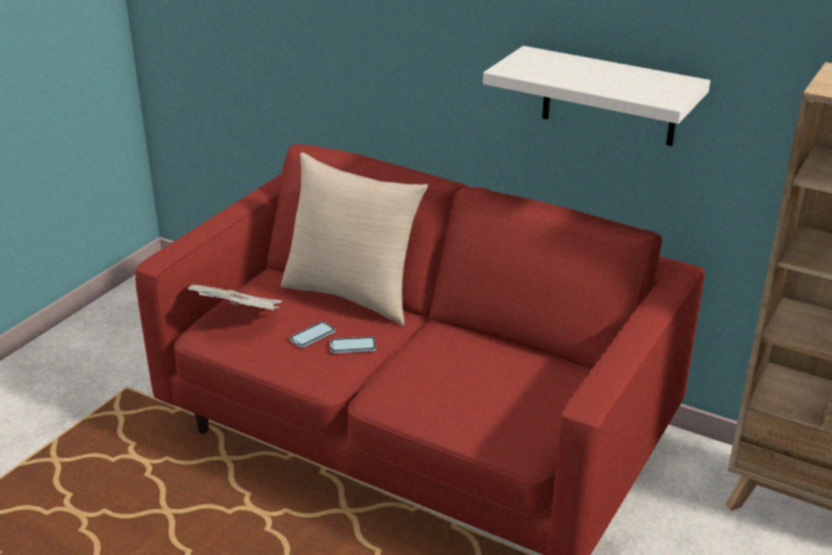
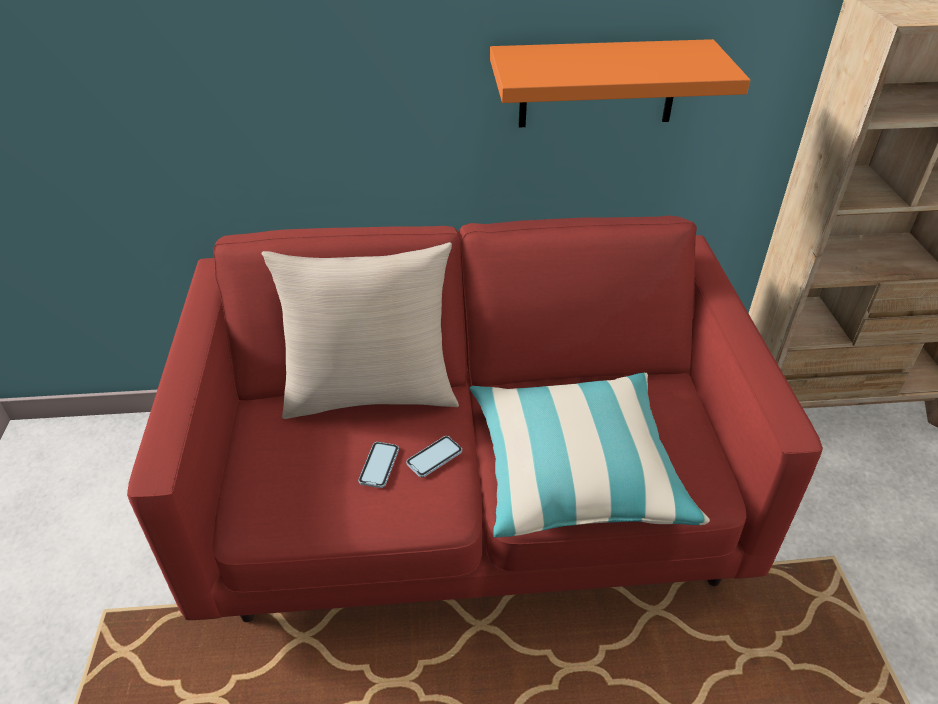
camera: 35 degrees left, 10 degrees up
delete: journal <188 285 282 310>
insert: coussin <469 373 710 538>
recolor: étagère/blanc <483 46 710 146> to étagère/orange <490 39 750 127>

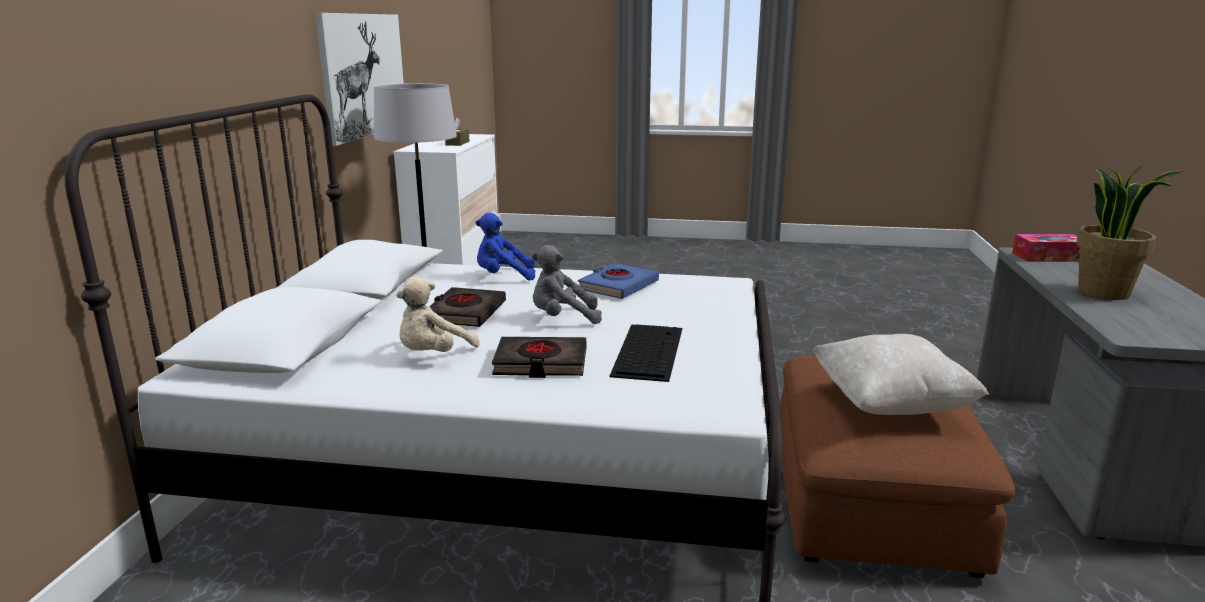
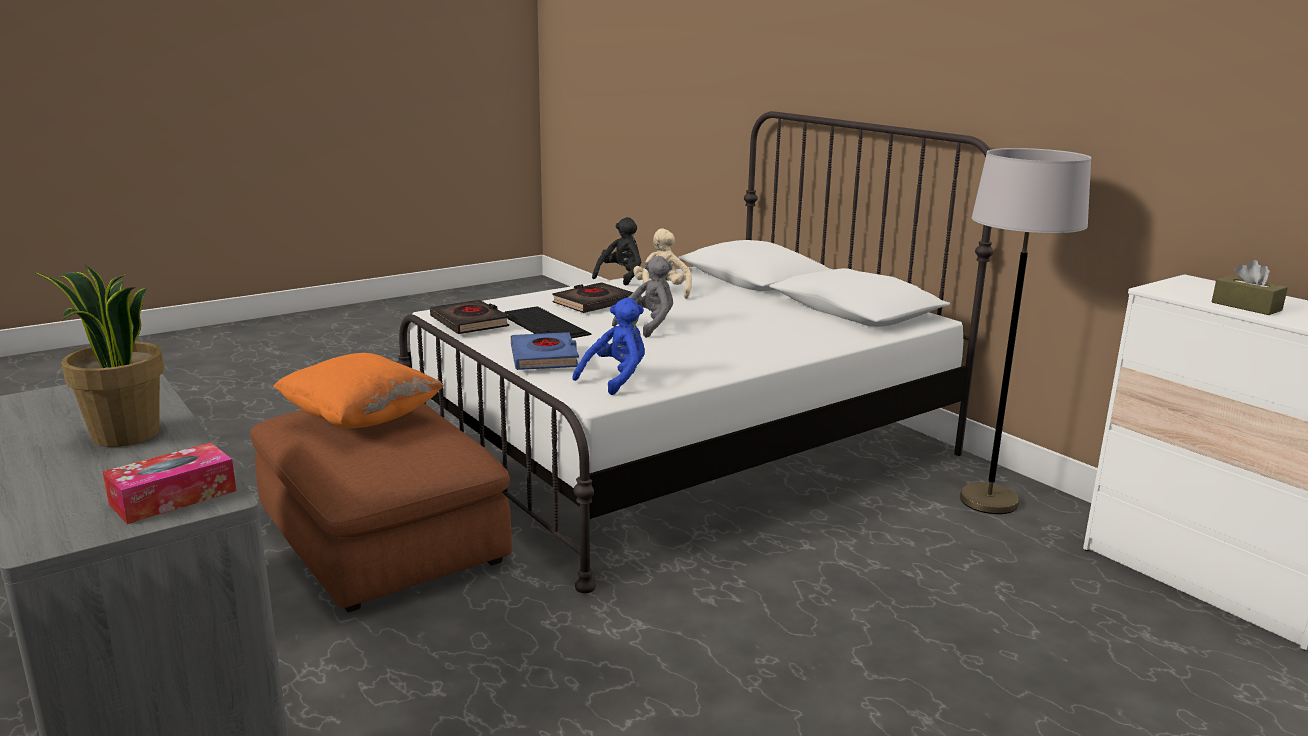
camera: 135 degrees right, 0 degrees up
delete: tableau <315 13 404 146>
insert: peluche/noir <592 217 641 286>
move: livre/noir <429 287 506 327> to <430 300 509 334>; livre/bleu <578 263 659 299> to <511 332 579 370>; peluche/bleu <476 213 535 281> to <573 298 645 395>
recolor: coussin/beige <813 334 989 415> to coussin/orange <273 353 444 428>

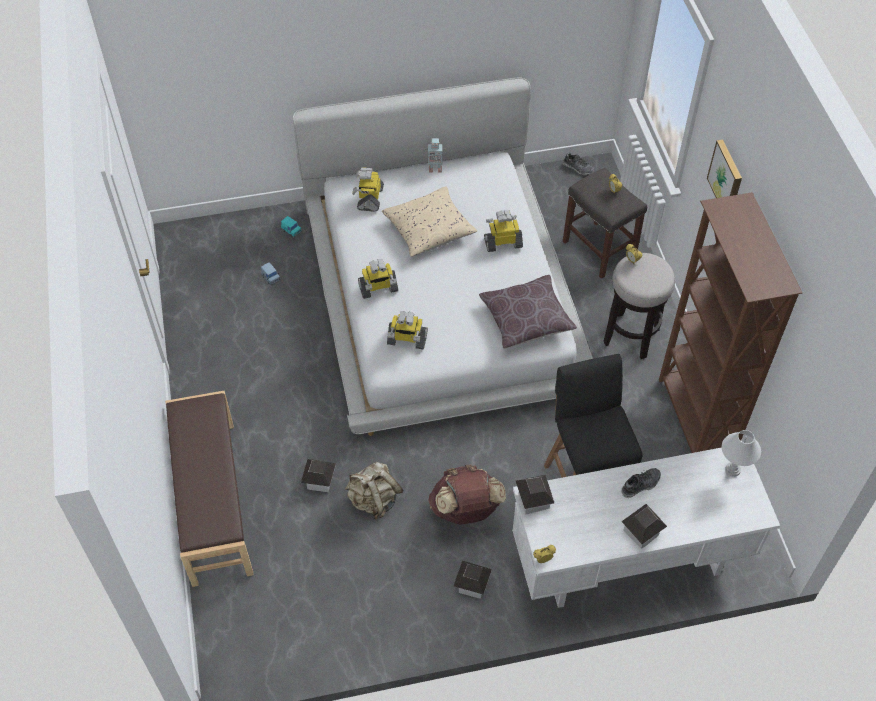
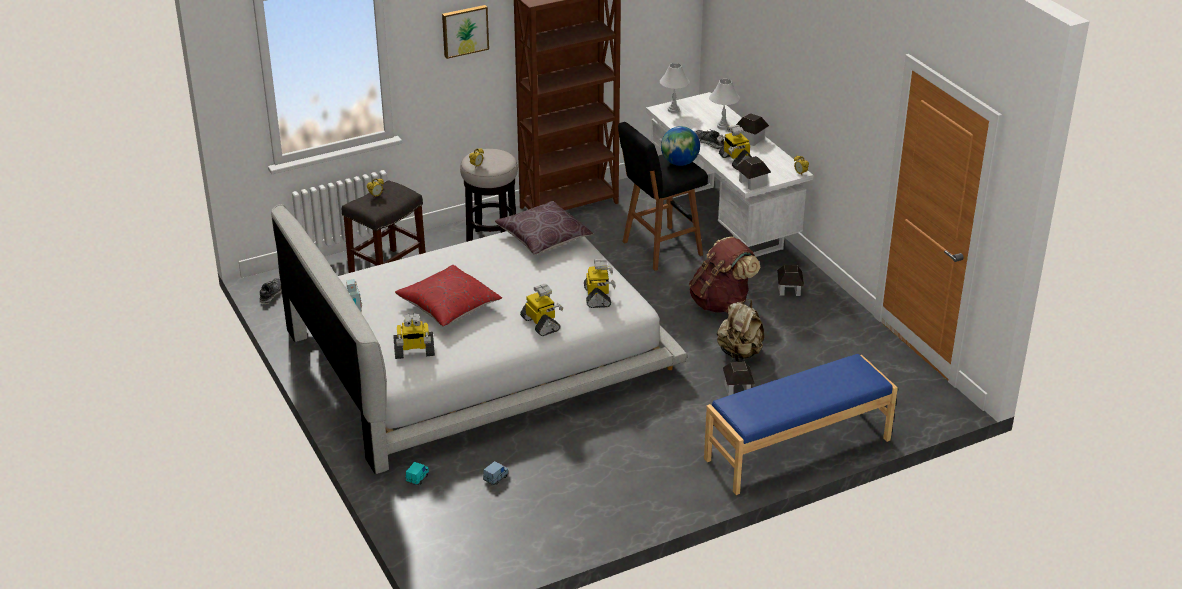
camera: 105 degrees left, 20 degrees down
insert: globe <661 126 700 166>; lampe de table/blanc <709 79 740 130>
move: robot jouet <484 210 523 252> to <717 125 752 170>
recolor: coussin/beige <382 187 477 257> to coussin/rouge <395 265 502 327>; banc/marron <165 391 254 587> to banc/bleu <704 354 898 495>

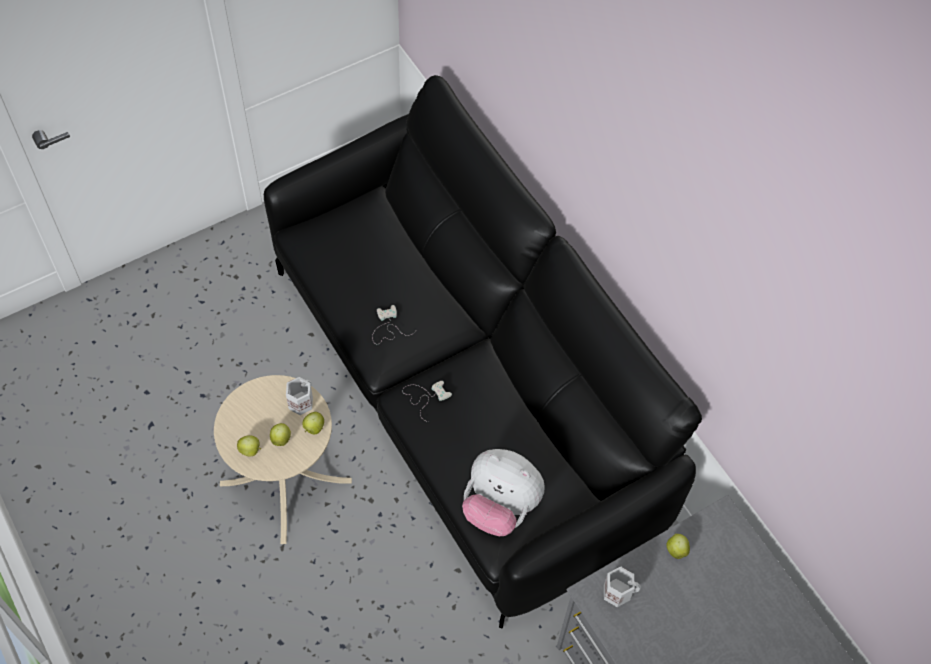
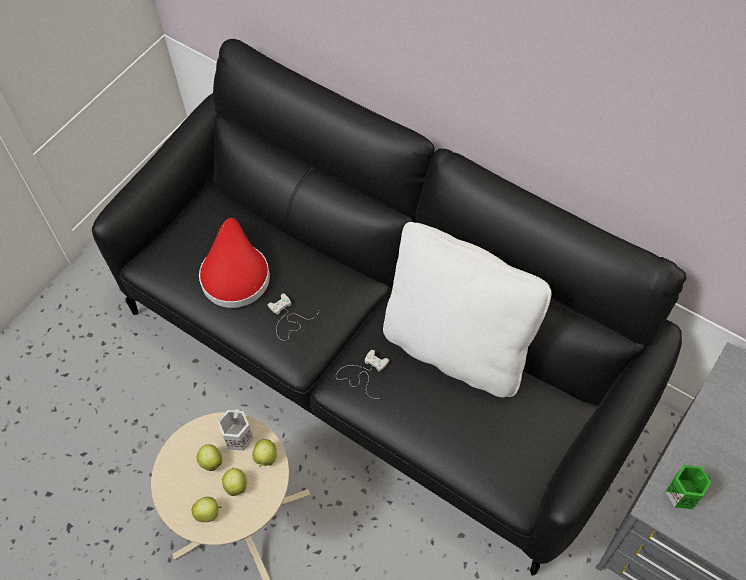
camera: 20 degrees left, 0 degrees up
delete: peluche <462 449 545 536>
insert: chapeau/rouge <199 218 270 308>; coussin/blanc <383 222 552 397>
move: pomme <667 534 690 559> to <197 444 222 471>
recolor: mug/blanc <604 566 641 607> to mug/vert <666 465 712 509>

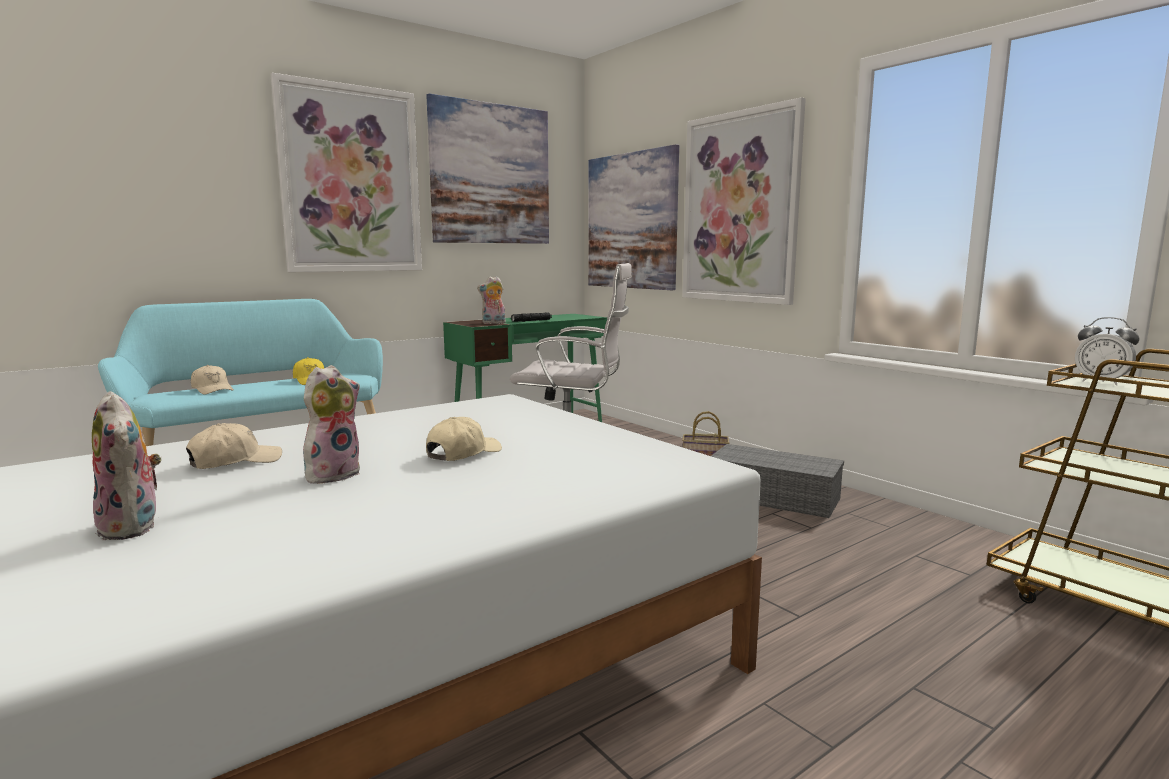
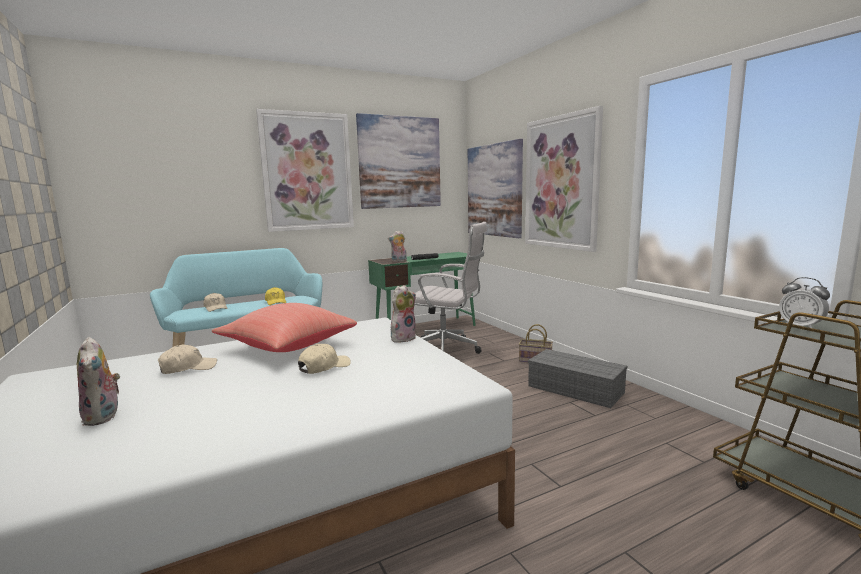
camera: 10 degrees right, 0 degrees up
insert: coussin/rouge <212 303 357 352>
move: peluche <303 365 360 484> to <391 285 416 343>

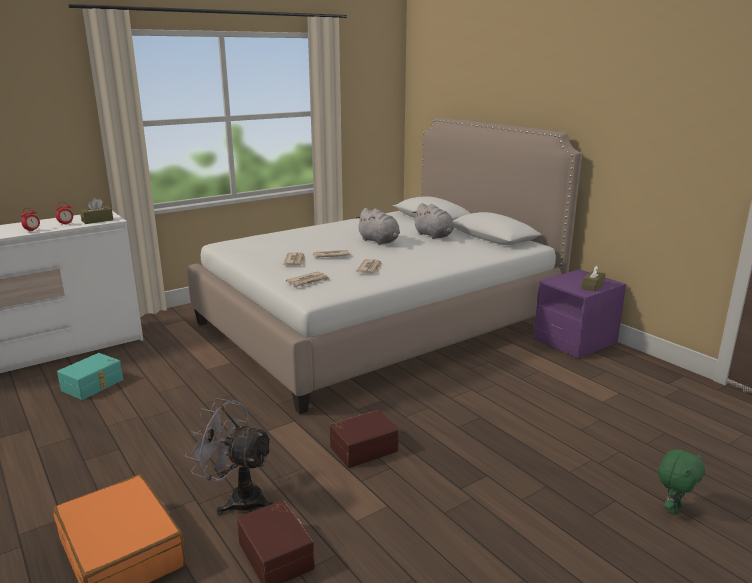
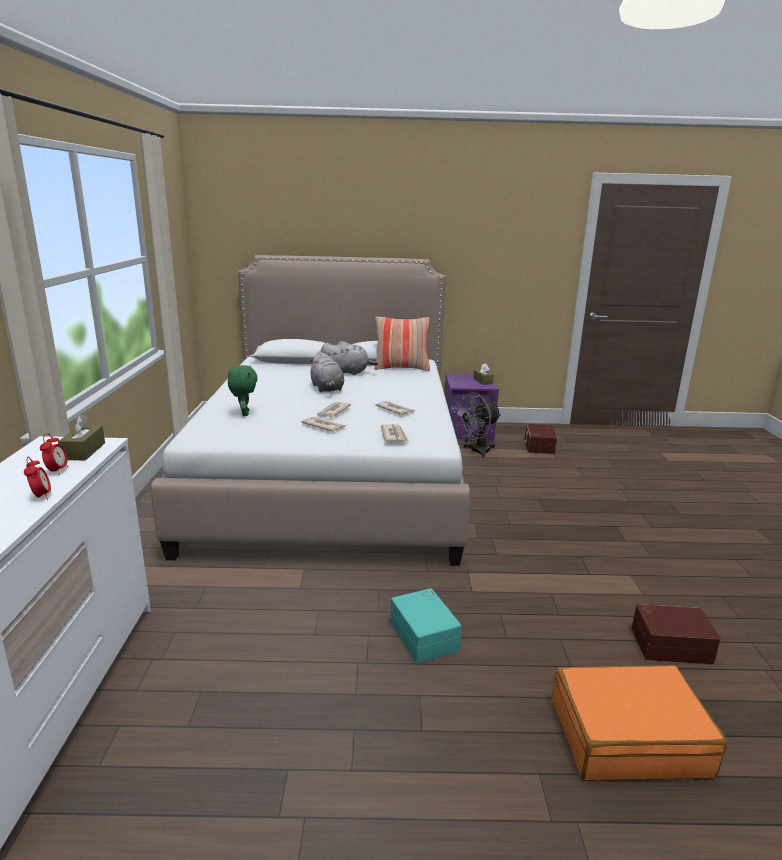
camera: 55 degrees left, 0 degrees up
insert: coussin <374 316 430 371>
move: peluche/vert <658 449 705 514> to <228 365 257 416>; boîte de rangement/turquoise <57 353 123 400> to <390 588 461 663>; ventilateur/gris <185 398 273 515> to <454 393 501 458>; boîte de rangement/marron <330 410 399 468> to <524 424 557 454>
rotate: peluche/gris <357 208 400 245> = <309 351 344 392> 75 degrees clockwise

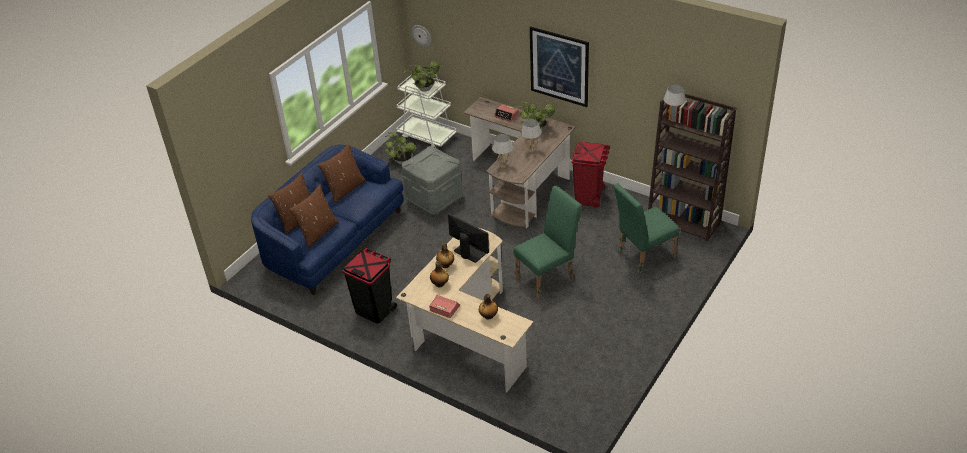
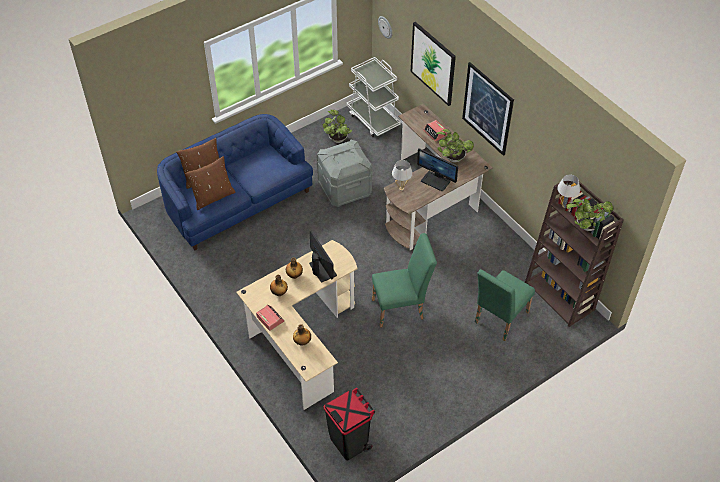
camera: 20 degrees right, 10 degrees up
delete: coussin/marron <318 144 366 203>; poubelle/rouge <572 142 610 208>
insert: tableau <411 22 456 106>
move: poubelle/noir <343 248 397 324> to <323 388 375 460>; plante en pot <403 61 440 91> to <567 198 613 231>
replace: lampe de table/blanc <521 119 541 153> to écran d'ordinateur <417 148 458 191>
rotate: chaise/vert <614 183 679 274> = <475 269 535 341> 45 degrees counterclockwise

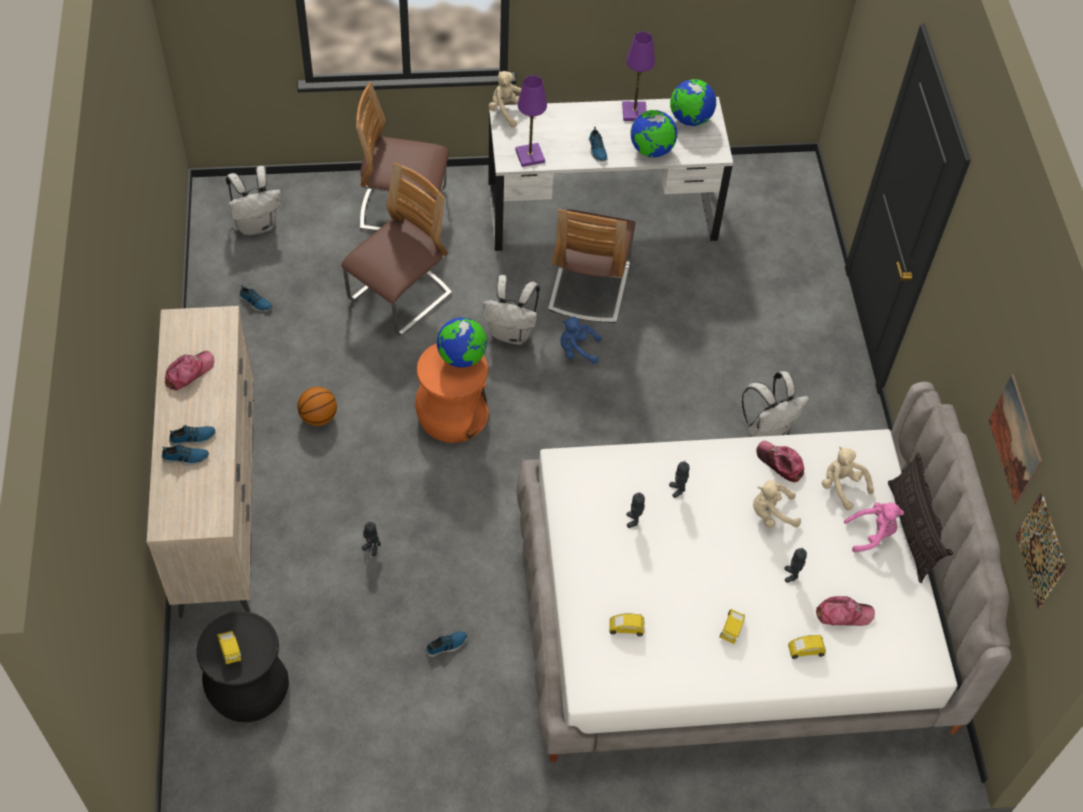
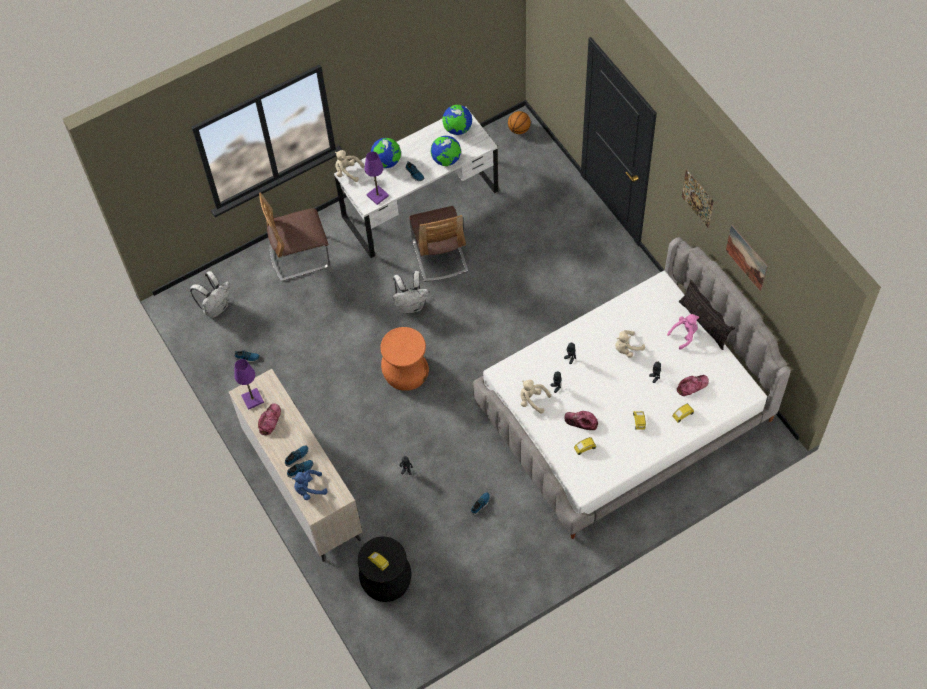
camera: 20 degrees left, 5 degrees up
delete: chaise <341 163 452 336>; sac à dos/blanc <742 371 809 437>
move: lampe de table/violet <622 32 655 121> to <234 359 264 410>; peluche/bleu <560 317 602 364> to <292 470 328 500>; globe <437 317 487 368> to <371 138 401 168>; ballon de basket <297 387 337 426> to <508 111 531 134>; peluche/beige <822 446 874 511> to <520 380 551 414>; casquette <756 441 804 483> to <564 411 598 430>; tableau <1016 493 1067 608> to <682 170 714 228>

